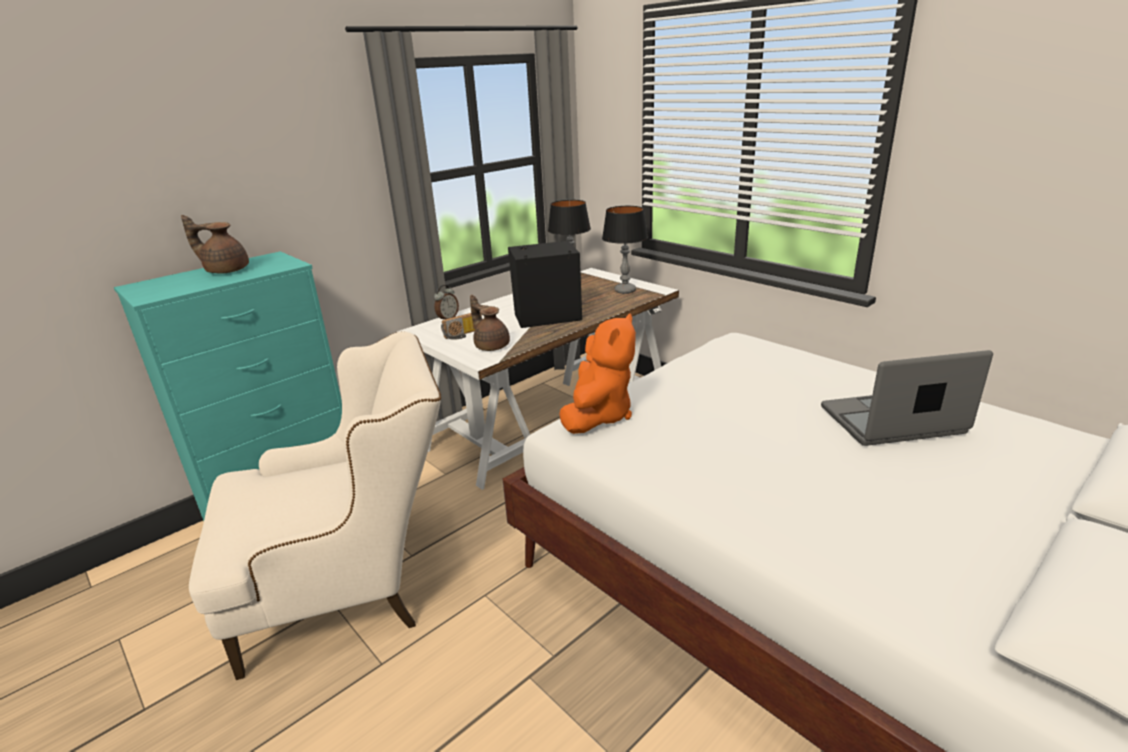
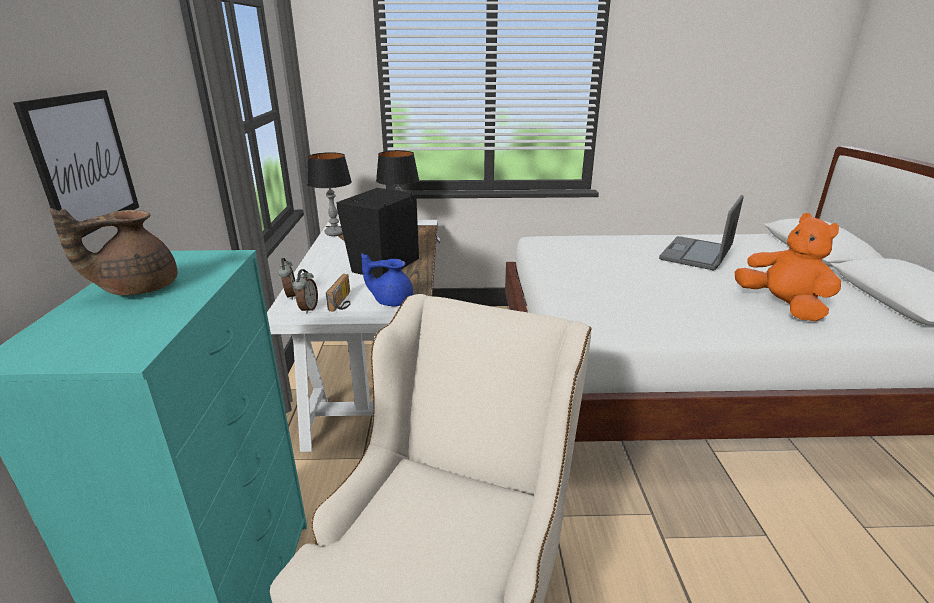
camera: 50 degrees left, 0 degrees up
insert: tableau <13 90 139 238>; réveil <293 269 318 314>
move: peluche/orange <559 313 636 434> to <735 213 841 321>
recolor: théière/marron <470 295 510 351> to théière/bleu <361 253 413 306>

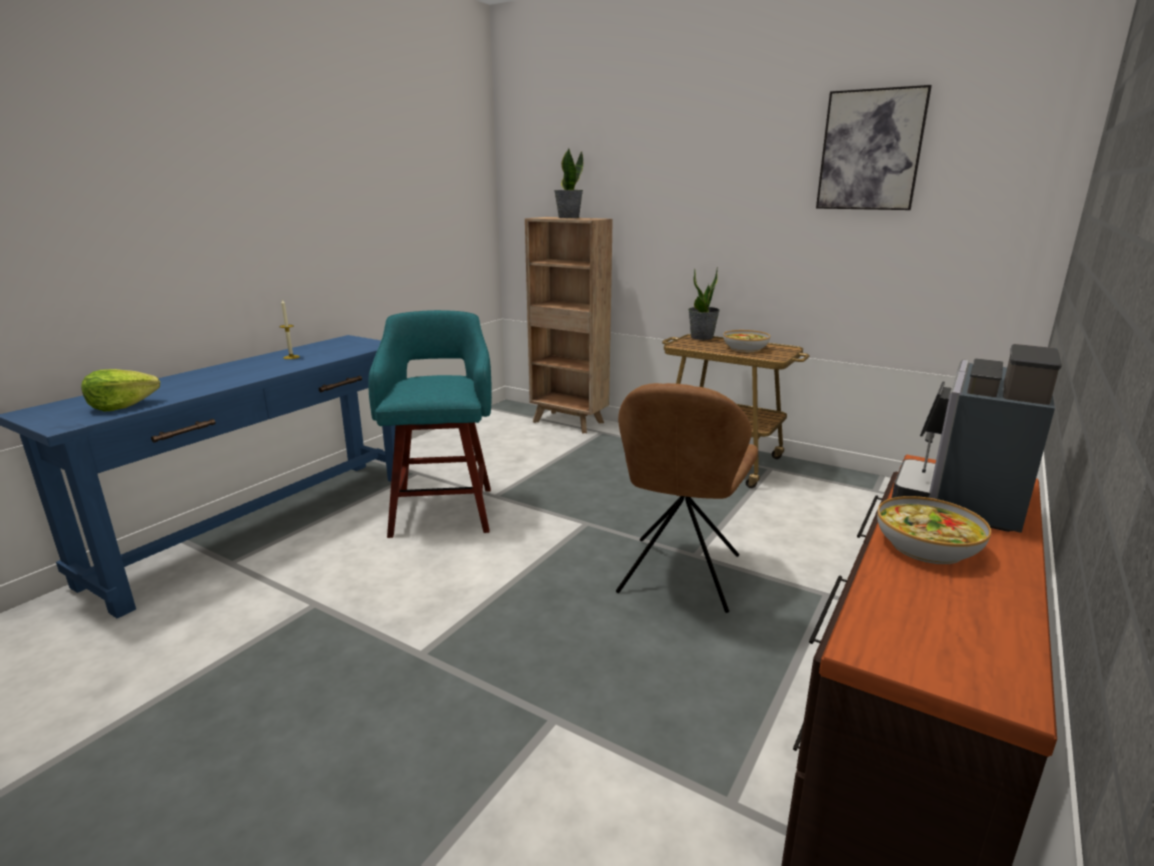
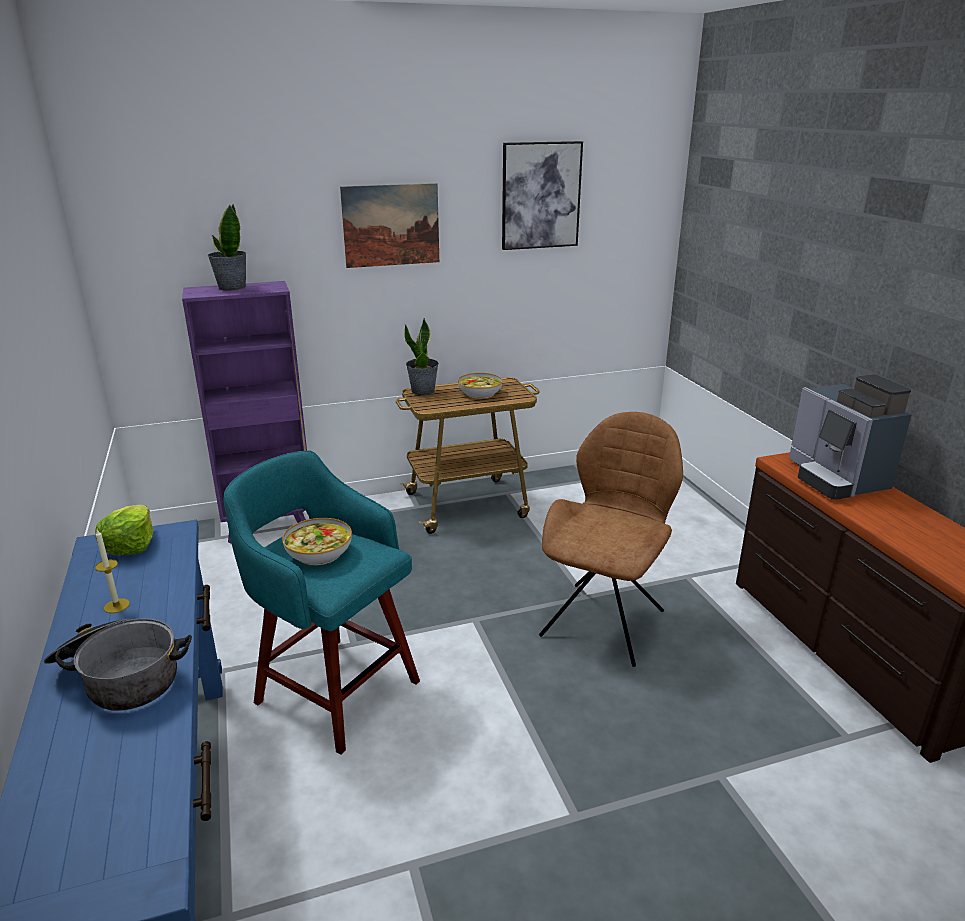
camera: 50 degrees left, 5 degrees up
insert: marmite <44 618 192 711>; tableau <340 183 439 268>
move: laitue <81 369 160 412> to <95 505 153 556>; bol <877 496 991 564> to <282 518 352 565>
recolor: bibliothèque/marron <525 217 613 433> to bibliothèque/violet <182 281 307 543>
rotate: chaise/marron <616 383 758 613> = <539 412 683 667> 120 degrees counterclockwise

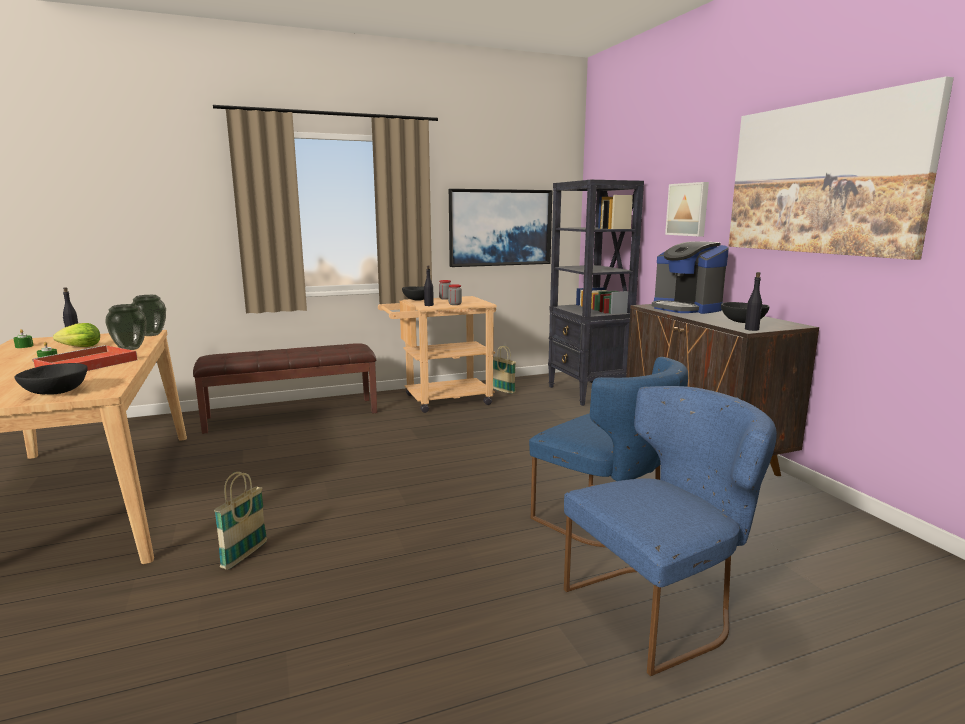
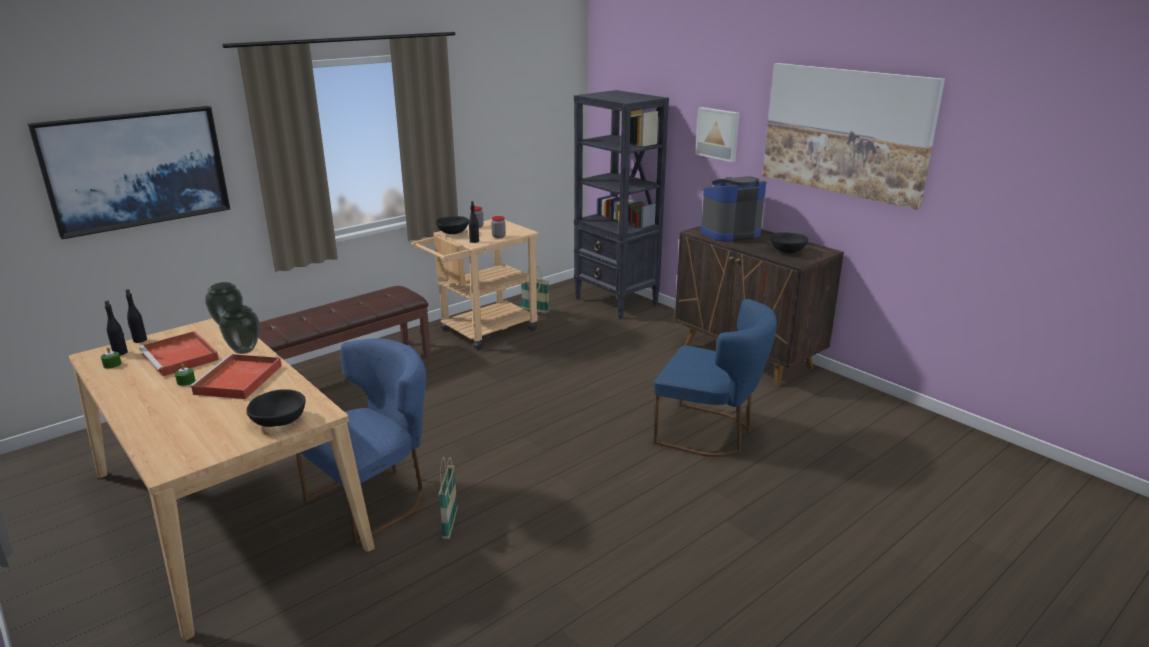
camera: 20 degrees left, 10 degrees up
move: tableau <449 189 552 267> to <28 106 230 239>; bouteille/noir <745 272 762 331> to <105 300 128 355>; chaise/bleu <564 386 777 676> to <296 338 426 545>
replace: laitue <53 323 100 347> to plateau/rouge <139 331 219 377>
rotate: machine à café <652 241 729 314> = <701 177 766 242> 120 degrees clockwise

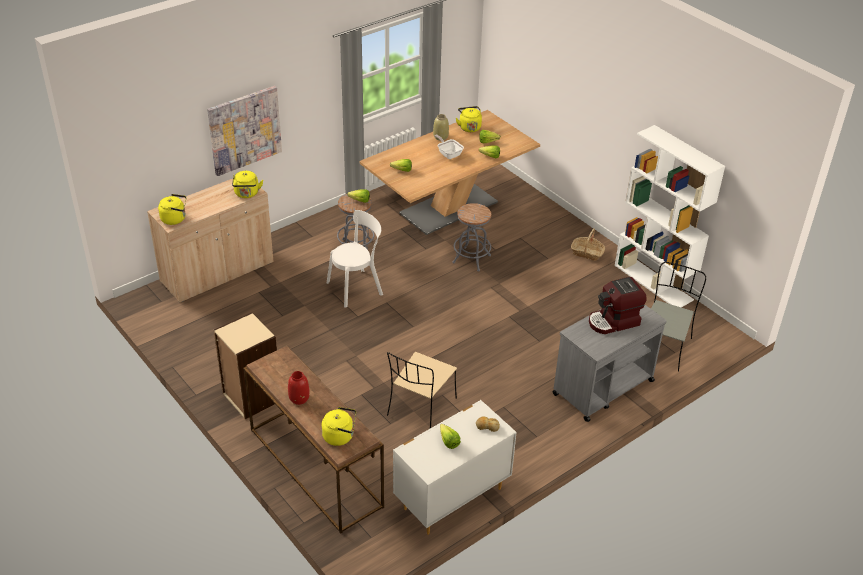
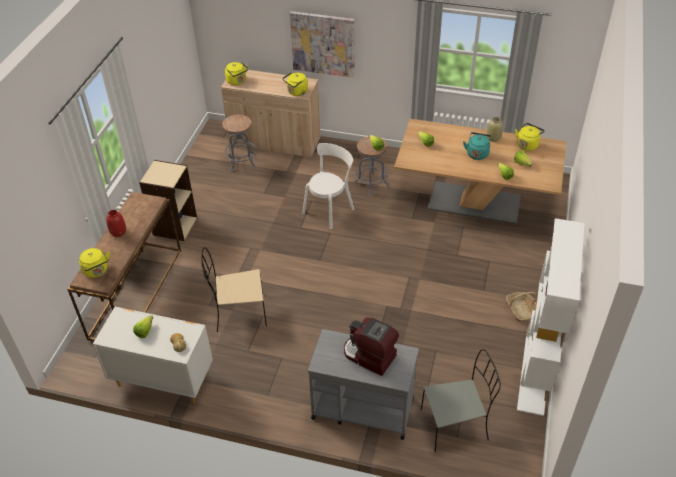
camera: 55 degrees right, 5 degrees up
move: tabouret/gris <452 203 491 272> to <222 114 257 172>
replace: poêle <434 135 464 159> to bouilloire/turquoise <463 132 492 160>
rotate: chaise/blanc <327 210 383 308> = <302 143 355 229> 75 degrees counterclockwise

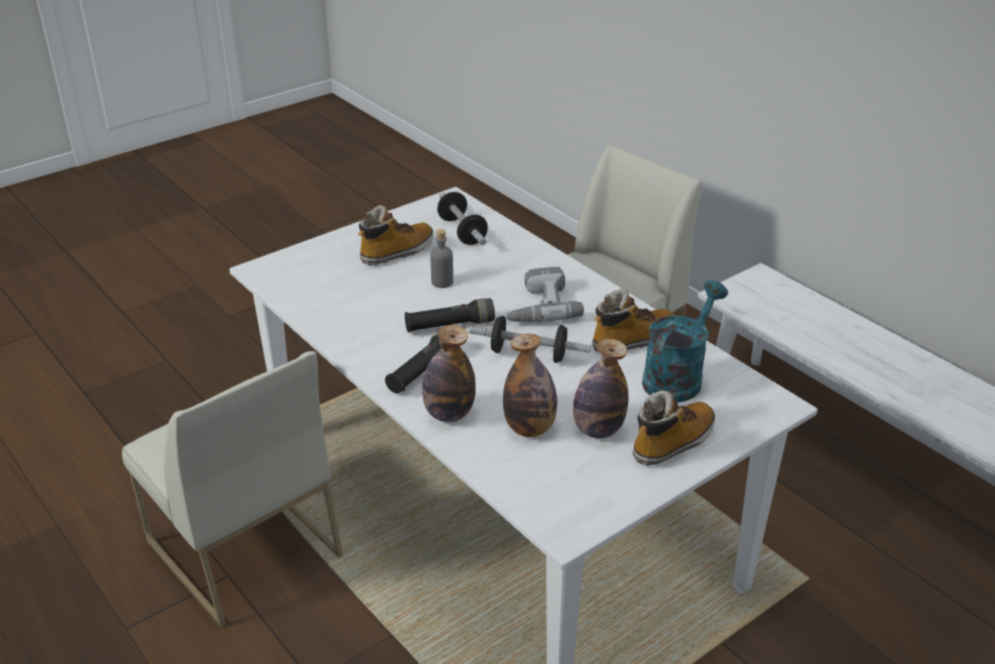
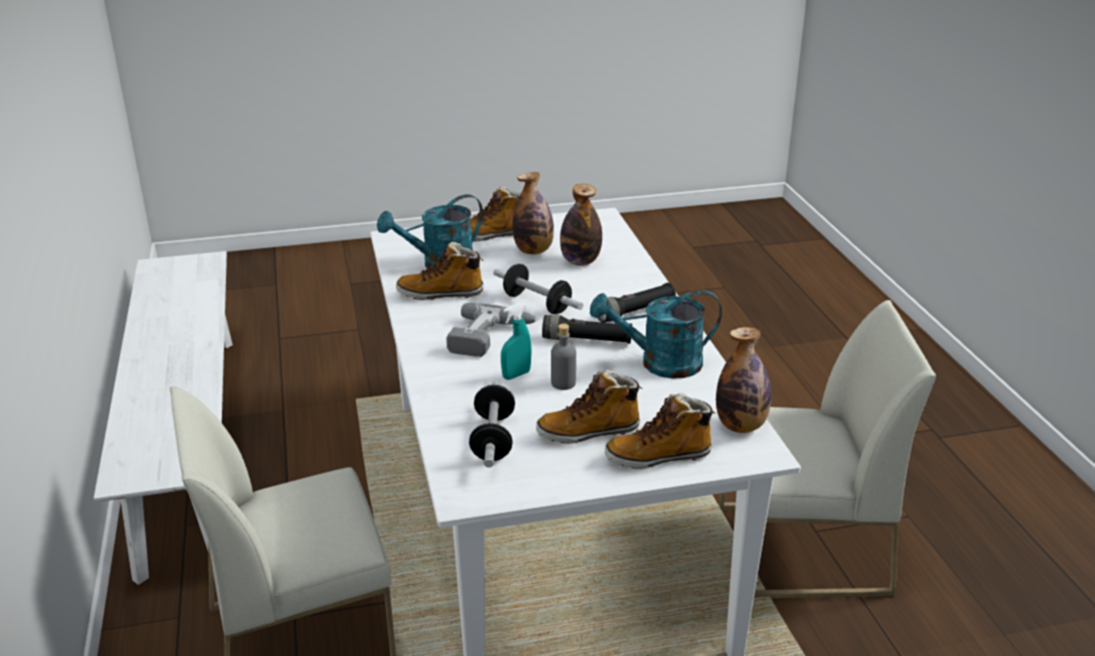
camera: 155 degrees left, 5 degrees down
insert: vaporisateur/turquoise <501 303 532 380>; arrosoir/turquoise <590 290 722 379>; botte <605 393 716 469>
move: bouteille <422 325 476 422> to <716 327 771 433>
rotate: chaise/blanc <122 351 343 628> = <719 300 936 598> 105 degrees clockwise

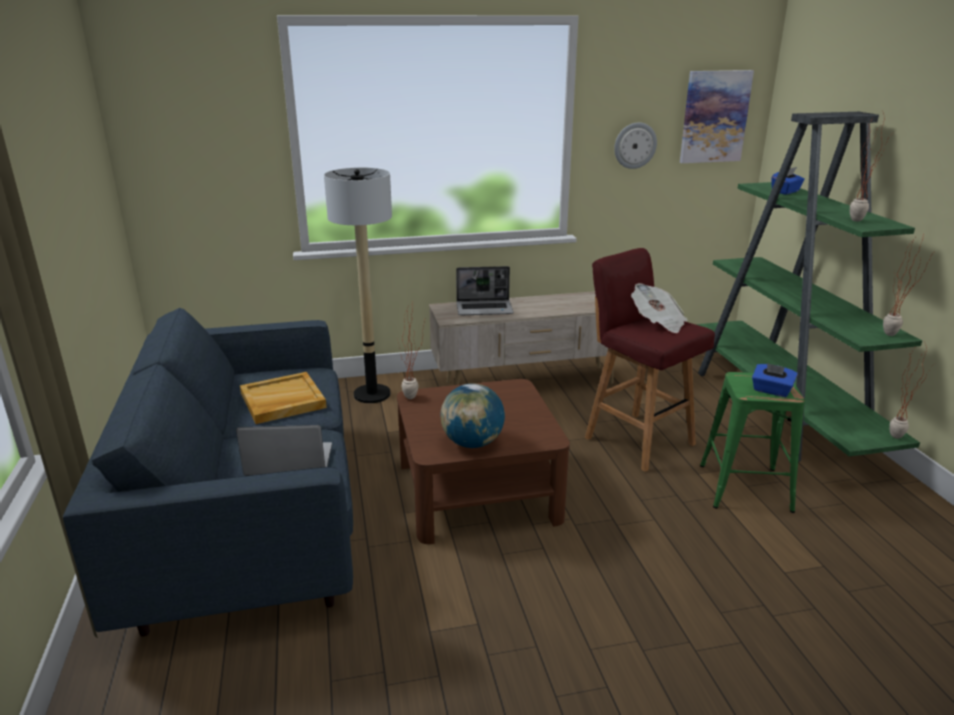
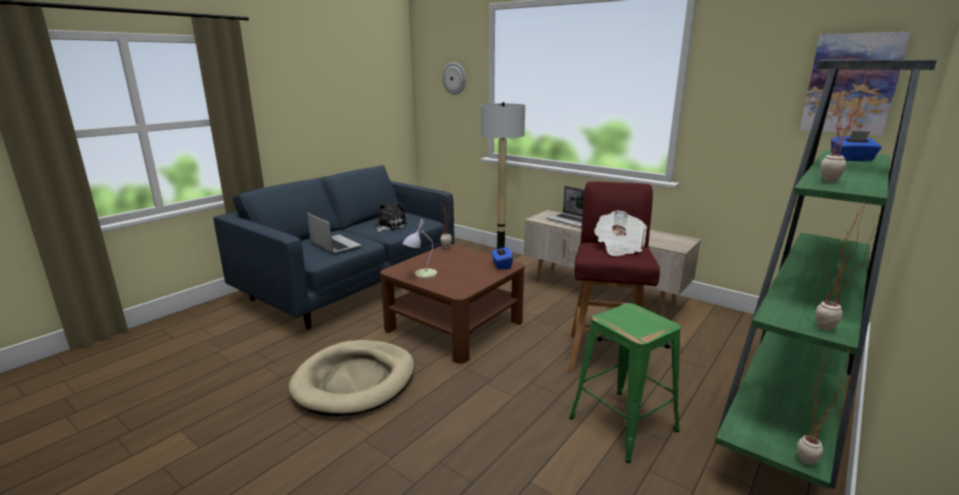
camera: 50 degrees right, 5 degrees down
insert: panier pour chien/beige <288 340 414 416>
move: horloge murale <614 122 657 169> to <442 62 466 95>; boîte à mouchoirs/bleu <752 363 798 397> to <491 247 513 269>
replace: plateau/beige <240 372 327 424> to peluche <375 203 408 232>; globe <441 383 505 448> to lampe de table <403 219 437 280>

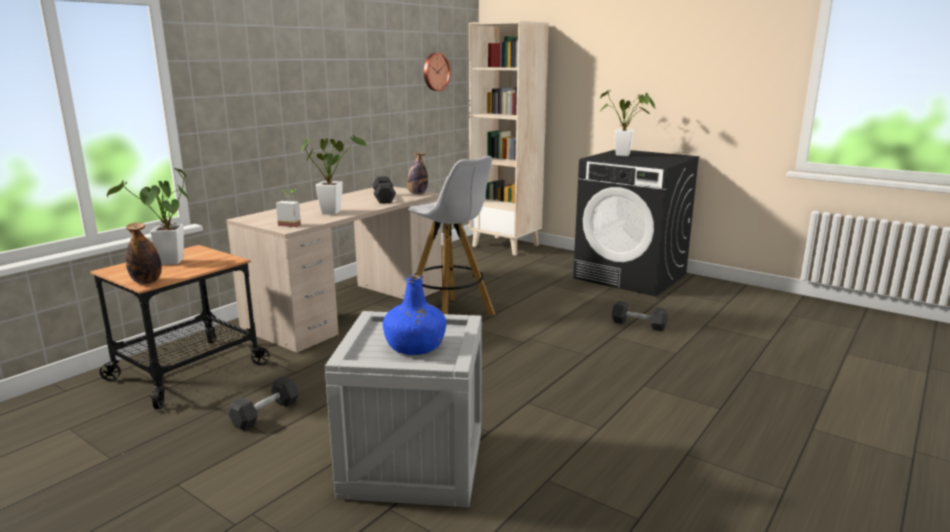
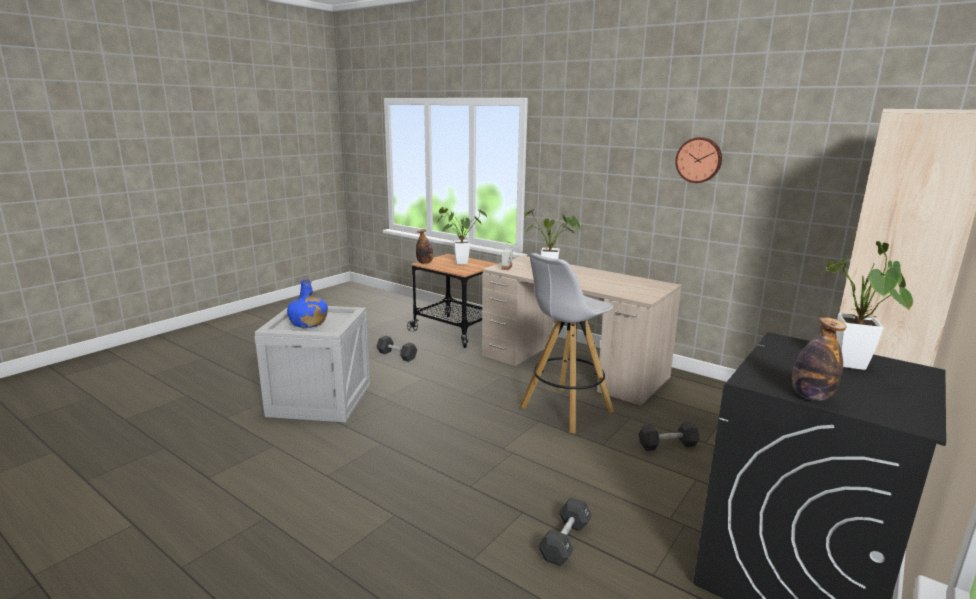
camera: 90 degrees right, 0 degrees up
move: haltère/noir <372 176 396 204> to <639 421 699 451>; horloge murale <424 53 451 91> to <675 137 722 183>; bouteille <407 152 428 194> to <792 317 847 401>

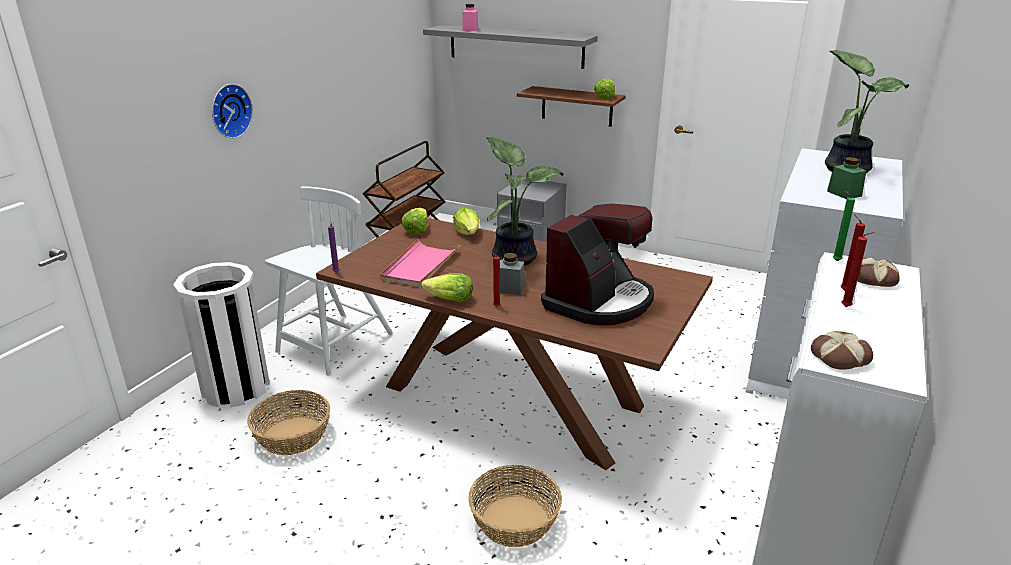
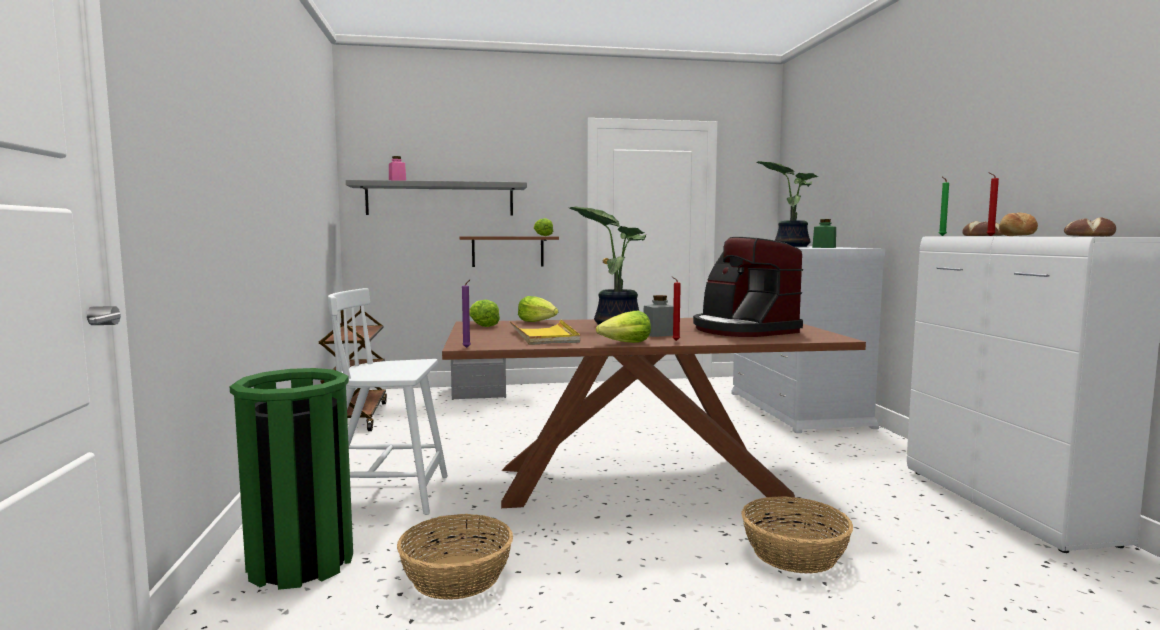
camera: 35 degrees left, 20 degrees down
delete: horloge murale <212 84 253 139>
replace: bougie/rouge <841 232 875 307> to pain <999 212 1038 236>
recolor: poubelle/blanc <173 262 270 407> to poubelle/vert <230 368 353 590>; plateau/rose <380 239 460 287> to plateau/jaune <510 320 580 345>
rotate: chaise/blanc <265 186 393 375> = <328 288 448 515> 90 degrees counterclockwise; machine à café <541 203 654 325> = <693 237 803 337> 150 degrees clockwise

